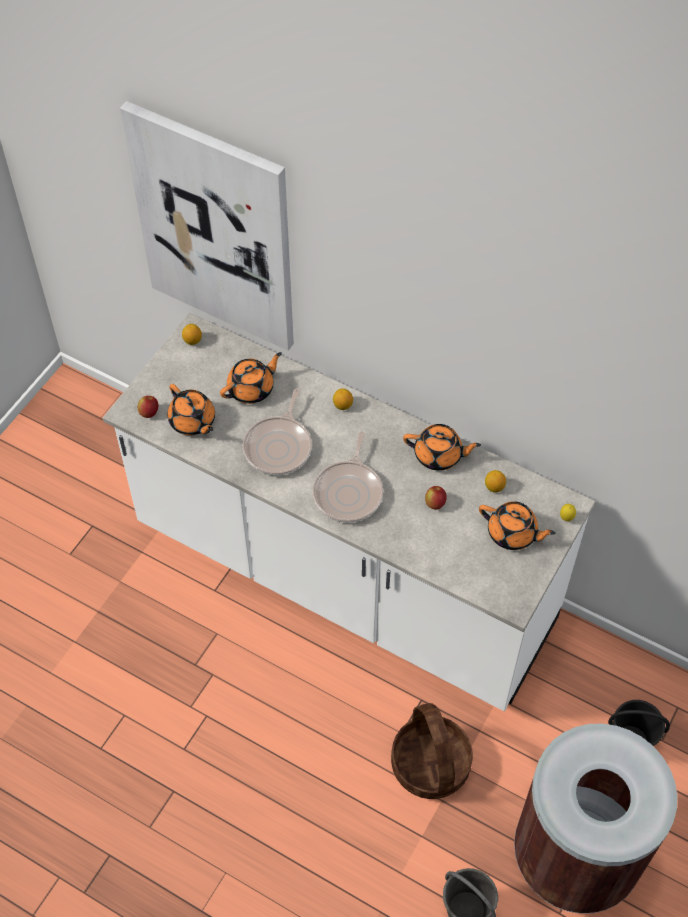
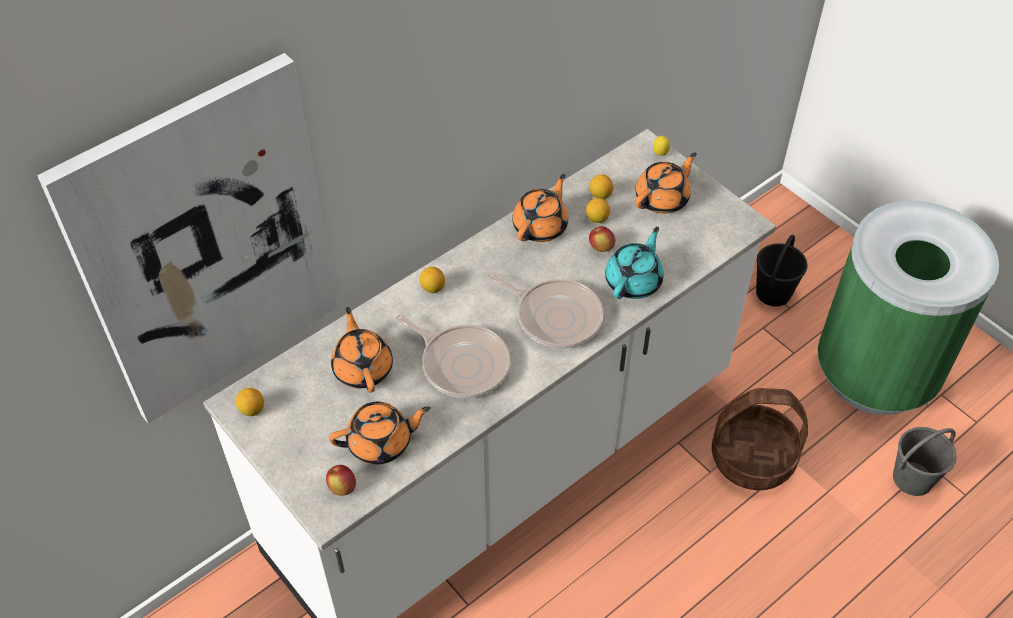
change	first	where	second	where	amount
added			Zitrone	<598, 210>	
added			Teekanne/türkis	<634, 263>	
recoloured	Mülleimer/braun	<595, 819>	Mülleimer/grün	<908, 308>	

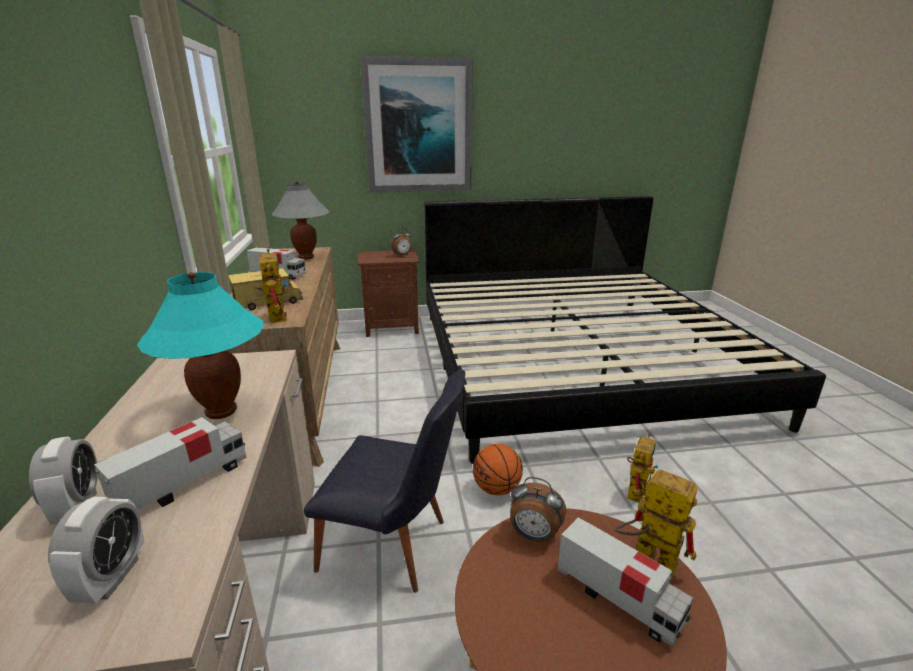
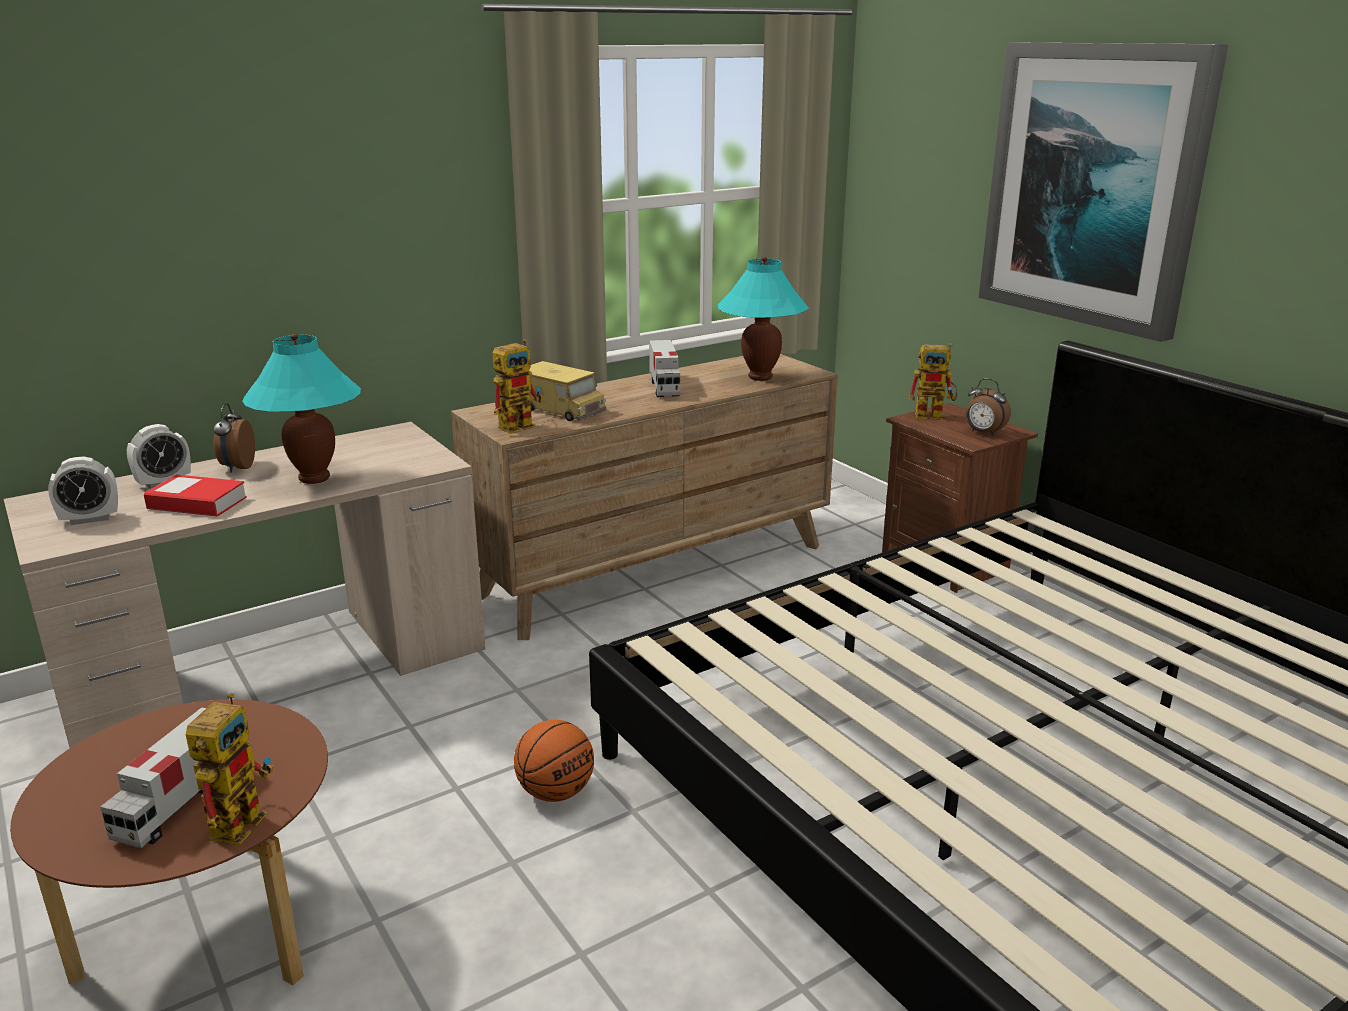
change	first	where	second	where	amount
replaced	Spielzeuglaster	<170, 463>	Buch	<195, 496>	
moved	Wecker	<538, 509>		<234, 438>	
recoloured	Tischlampe/grau	<300, 220>	Tischlampe/türkis	<763, 319>	
moved	Spielzeugroboter	<643, 468>		<933, 381>	
removed	Stuhl/schwarz	<384, 481>			

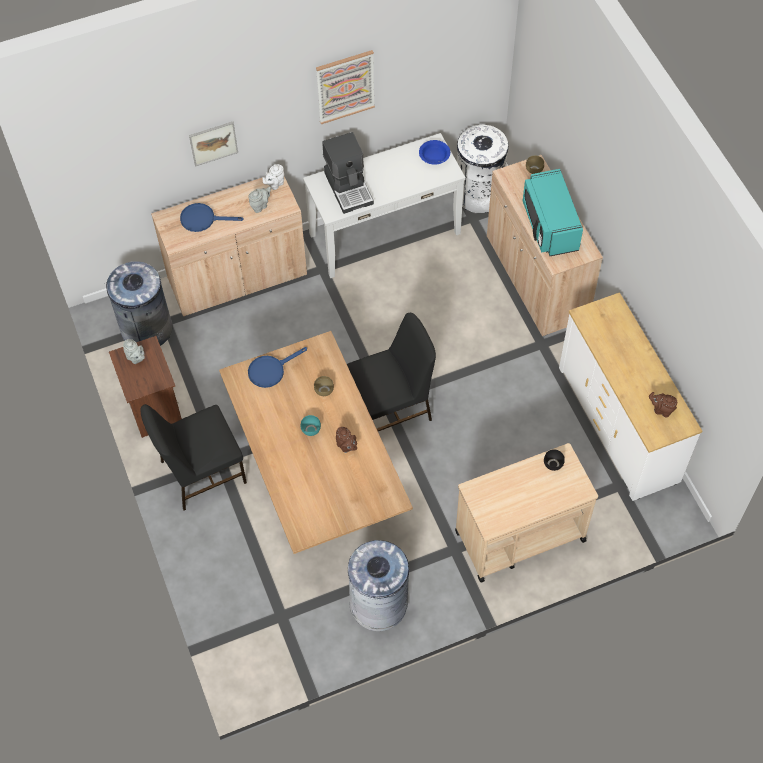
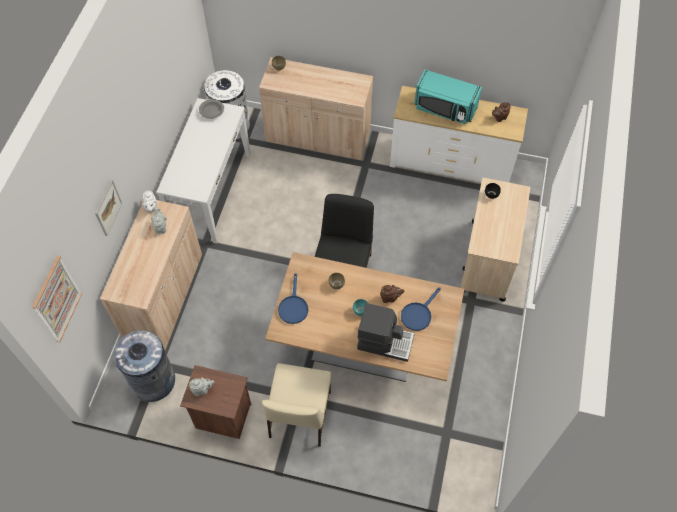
change	first	where	second	where	amount
moved	Bild	<345, 87>		<57, 298>	
recoloured	Schüssel/blau	<434, 152>	Schüssel/grau	<211, 109>	
recoloured	Stuhl/schwarz	<193, 457>	Stuhl/beige	<297, 405>	
moved	Kaffeemaschine	<348, 173>		<386, 332>	
moved	Pfanne/blau	<212, 217>		<421, 309>	
moved	Mikrowelle/türkis	<552, 212>		<448, 97>	
removed	Mülleimer/grau	<378, 585>			

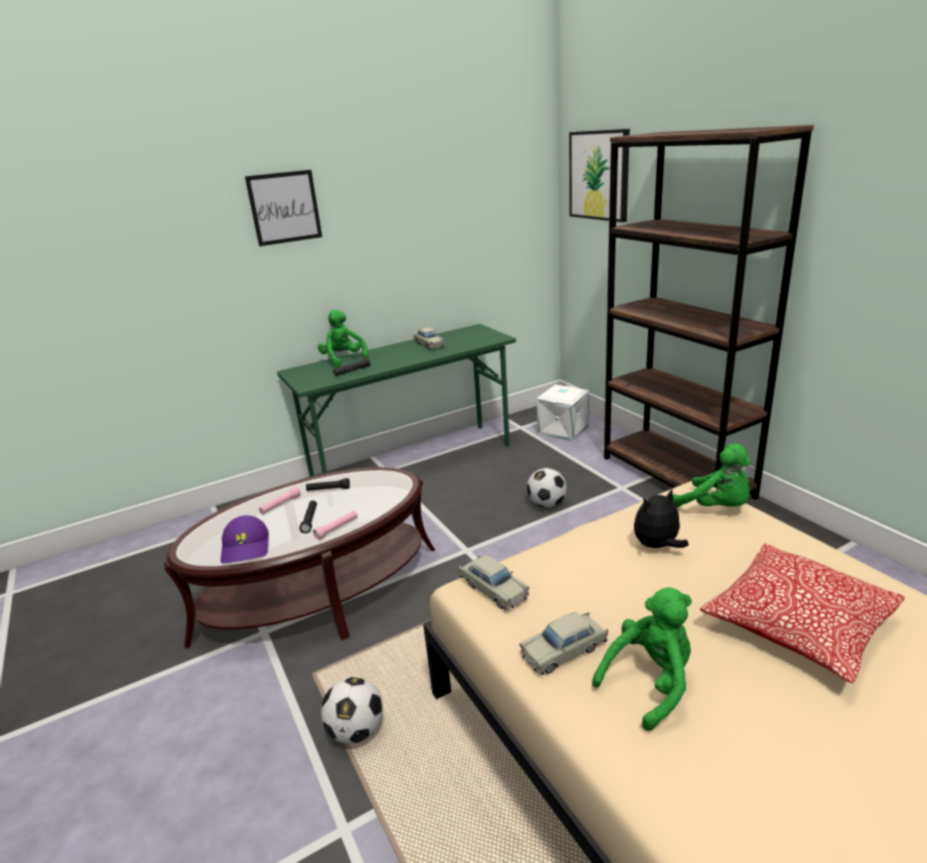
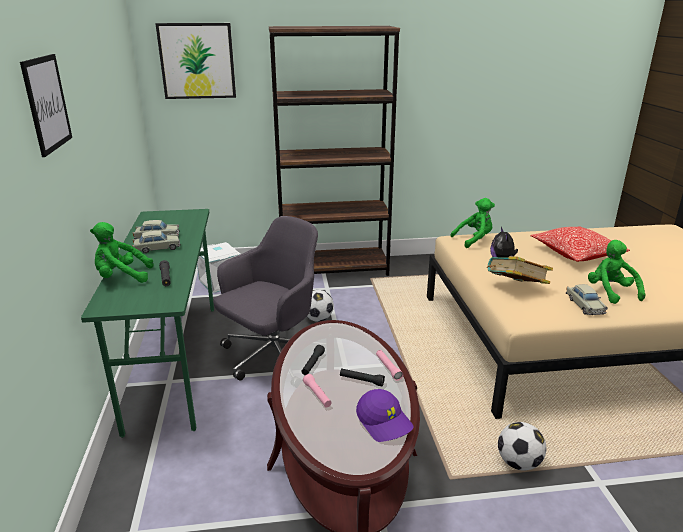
change	first	where	second	where	amount
moved	Spielzeugauto/beige	<494, 582>		<156, 242>	
added			Bürostuhl/grau	<265, 298>	
turned	Kappe/lila	<245, 539>		<385, 415>	45 degrees clockwise
added			Buch	<520, 270>	

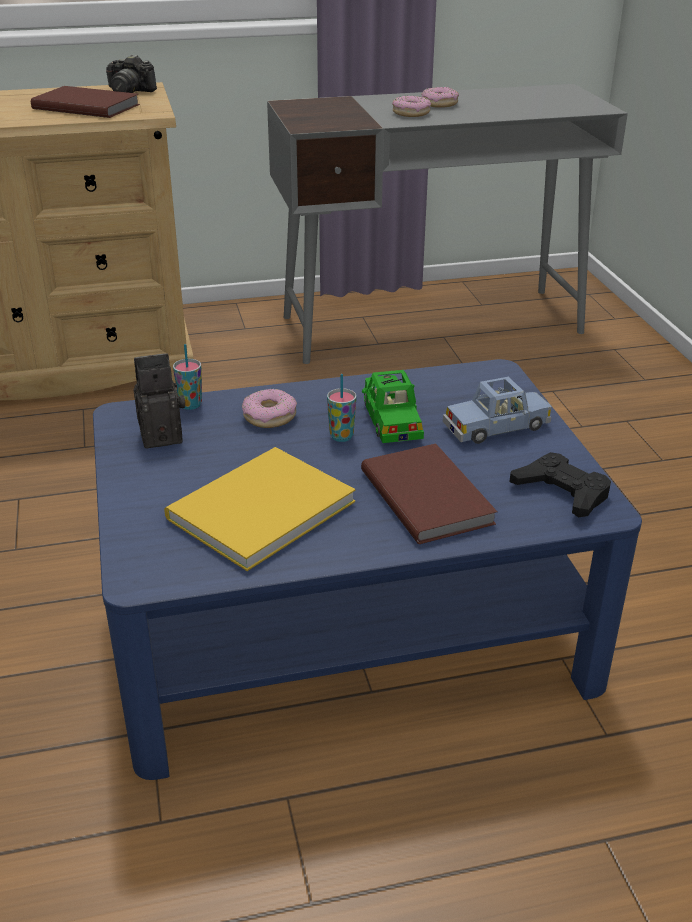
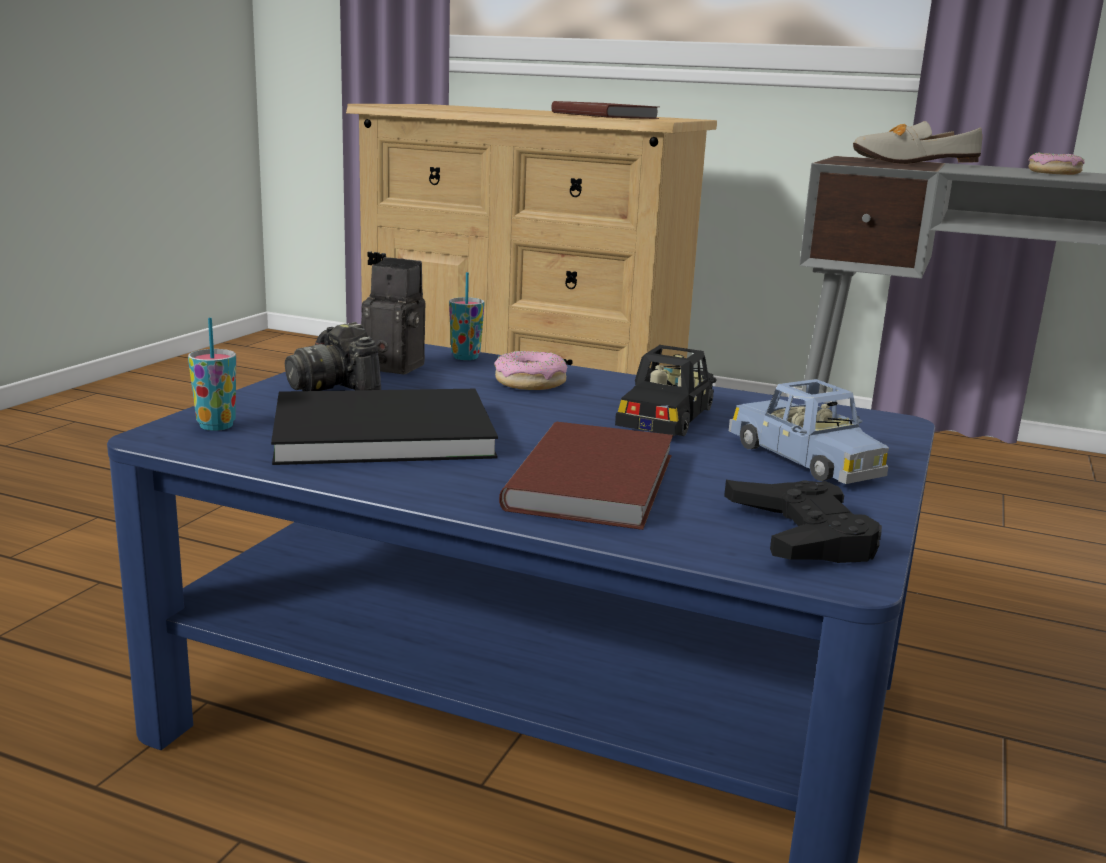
change	first	where	second	where	amount
moved	Tasse	<342, 408>		<212, 374>	
recoloured	Buch/gelb	<259, 509>	Buch/schwarz	<384, 427>	
moved	Kamera	<131, 74>		<333, 356>	
recoloured	Spielzeugauto/grün	<393, 406>	Spielzeugauto/schwarz	<666, 390>	
turned	Spielzeugauto/blau	<497, 410>		<809, 431>	45 degrees clockwise
added			Schuh	<917, 142>	
removed	Donut	<411, 106>			

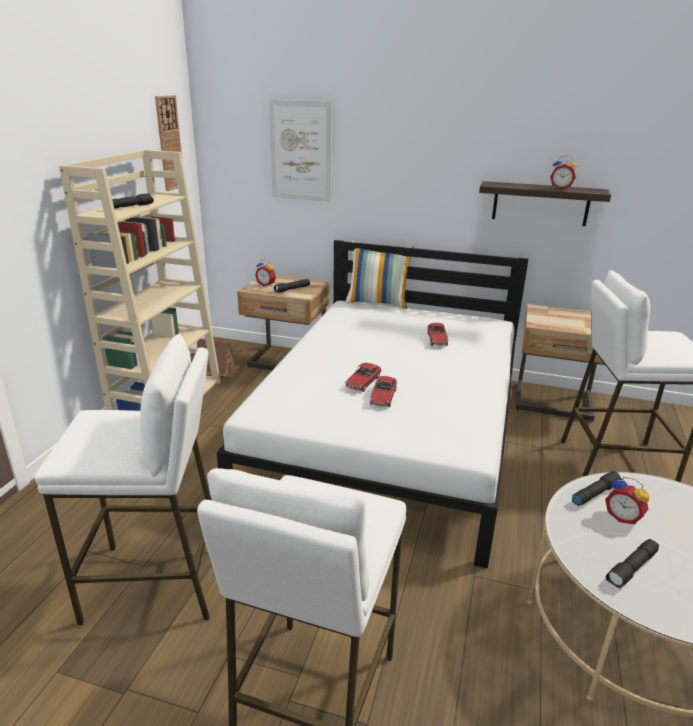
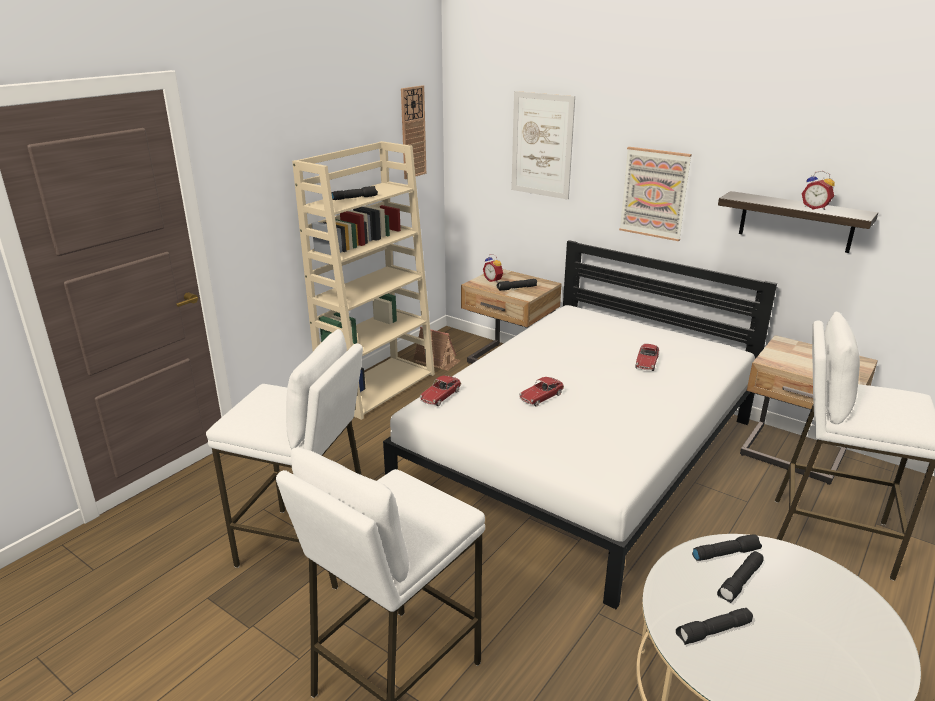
change	first	where	second	where	amount
moved	Spielzeugauto	<383, 391>		<440, 391>	
added			Bild	<655, 194>	
replaced	Wecker	<627, 501>	Taschenlampe/schwarz	<740, 577>	
removed	Kissen	<379, 275>			

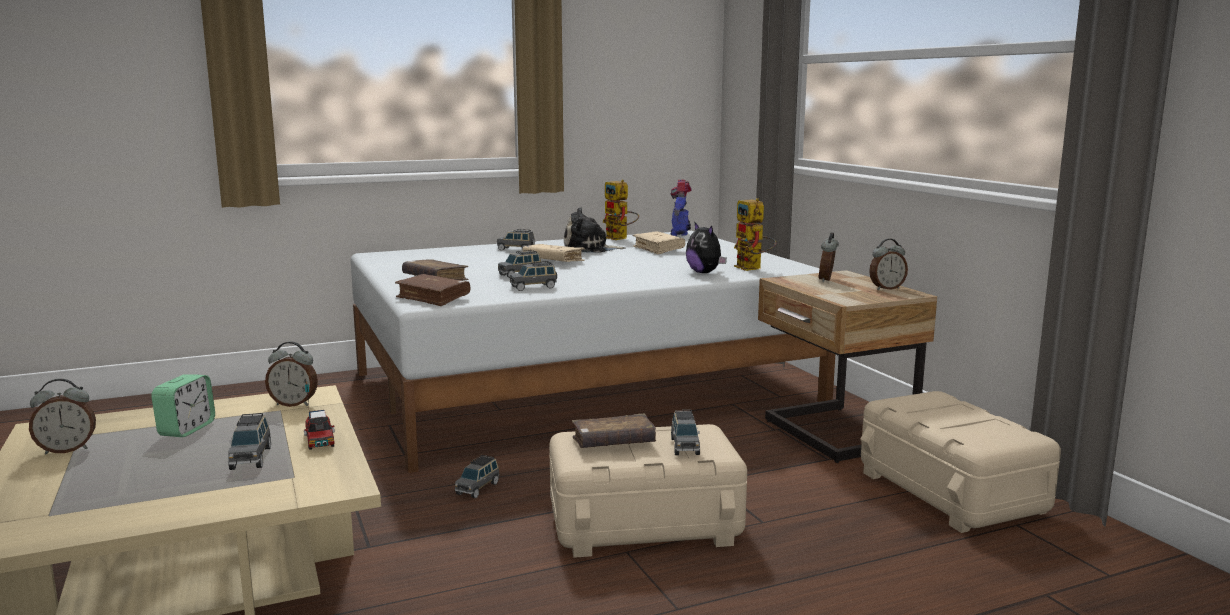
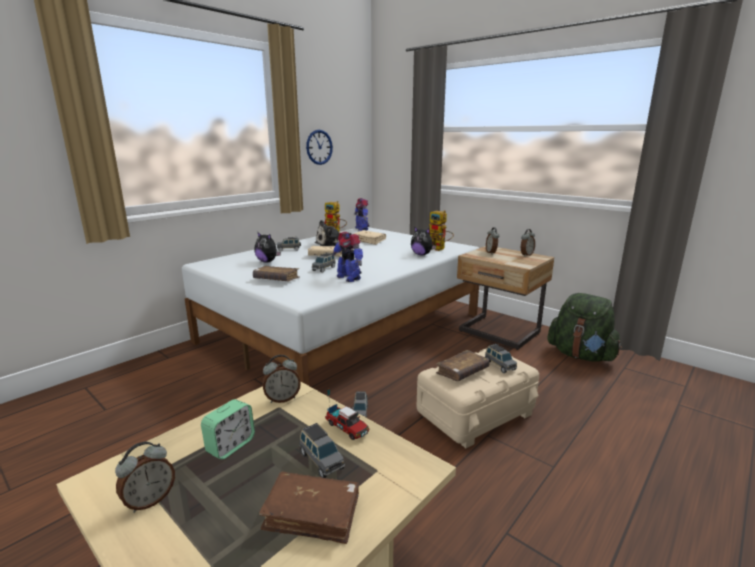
change	first	where	second	where	amount
turned	Wecker	<183, 405>		<228, 429>	45 degrees clockwise
added			Plüschtier	<267, 247>	
moved	Buch/braun	<432, 290>		<309, 507>	
added			Wanduhr	<319, 147>	
replaced	Spielzeugauto/grau	<533, 276>	Spielzeugroboter	<347, 257>	
replaced	Aufbewahrungsbox/beige	<961, 462>	Rucksack/grün	<584, 327>	

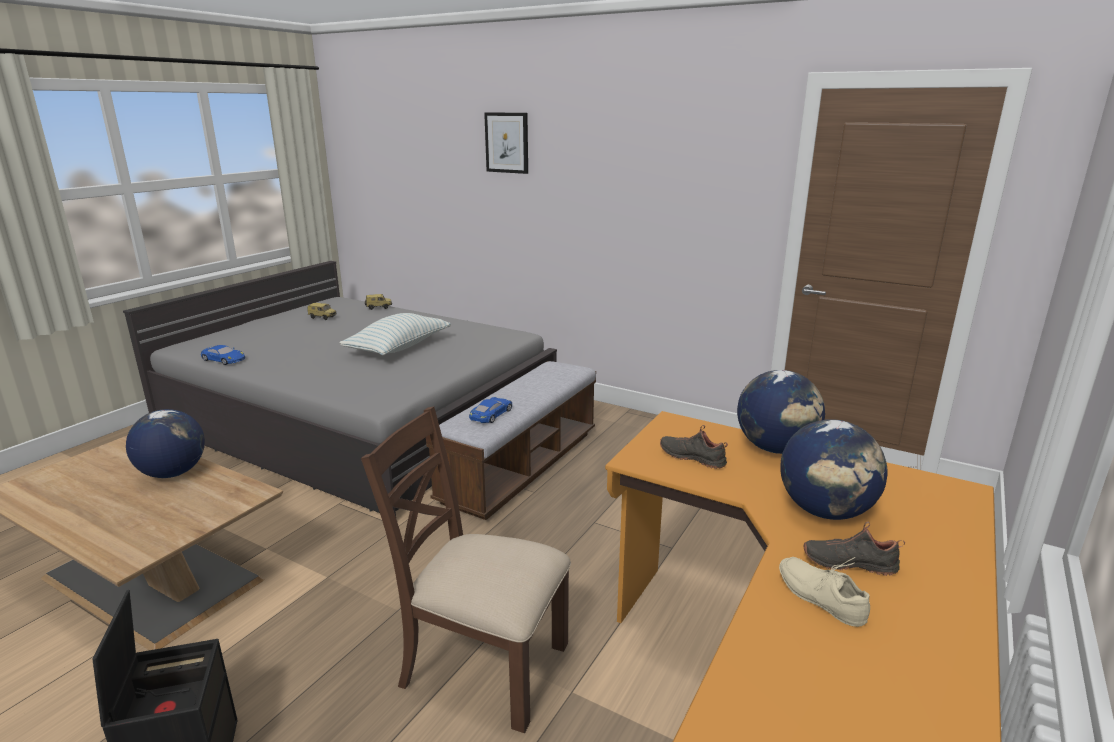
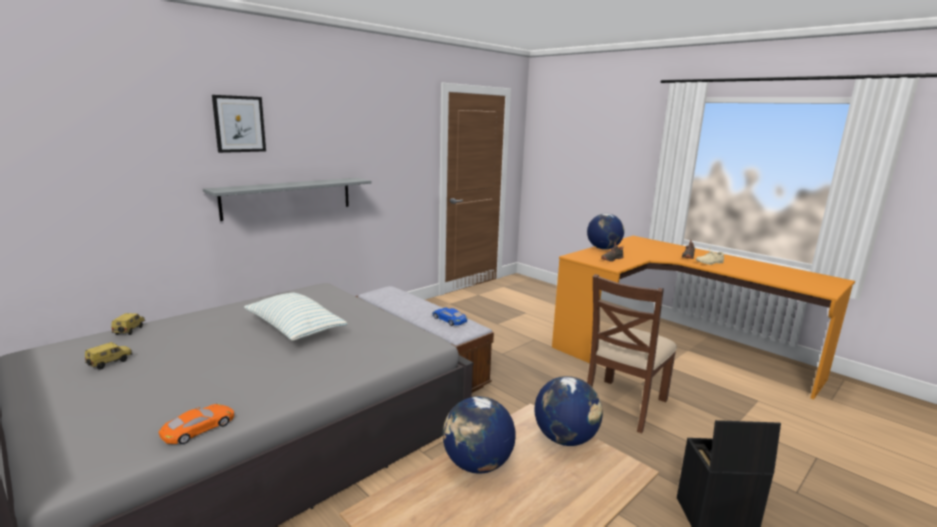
change	first	where	second	where	amount
recoloured	Spielzeugauto/blau	<223, 355>	Spielzeugauto/orange	<196, 424>	
added			Wandregal/grau	<287, 199>	
moved	Globus	<834, 469>		<568, 411>	

